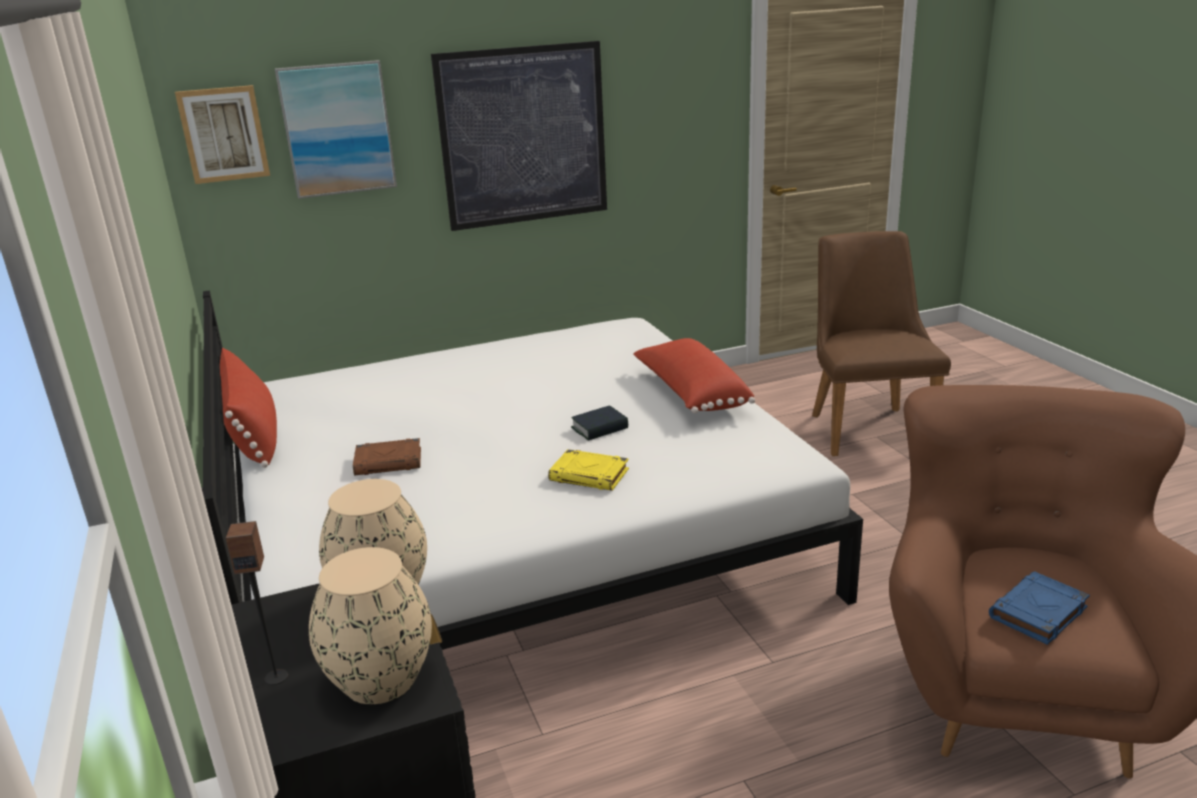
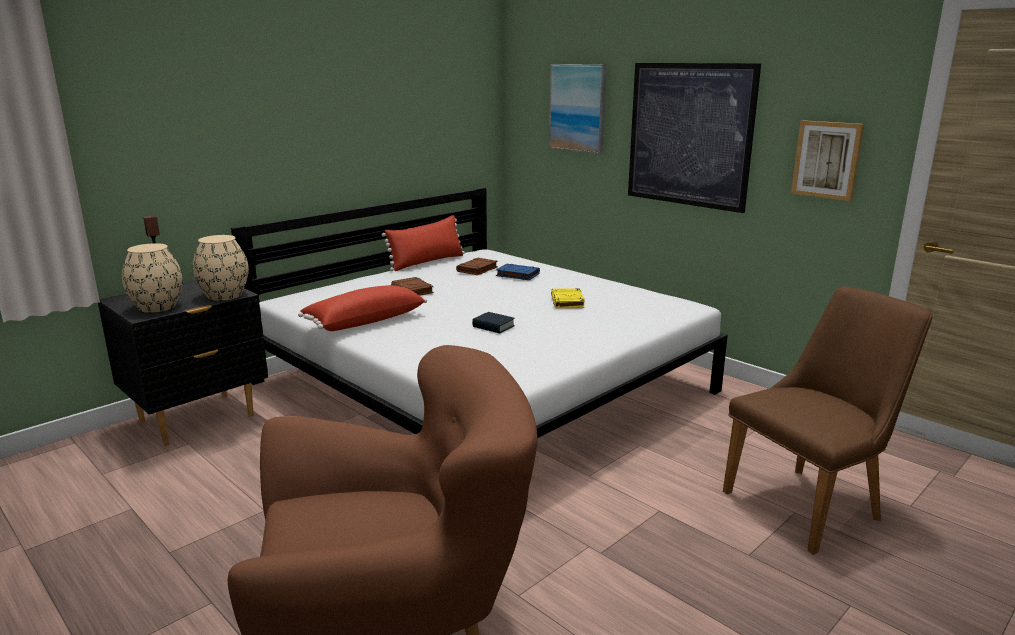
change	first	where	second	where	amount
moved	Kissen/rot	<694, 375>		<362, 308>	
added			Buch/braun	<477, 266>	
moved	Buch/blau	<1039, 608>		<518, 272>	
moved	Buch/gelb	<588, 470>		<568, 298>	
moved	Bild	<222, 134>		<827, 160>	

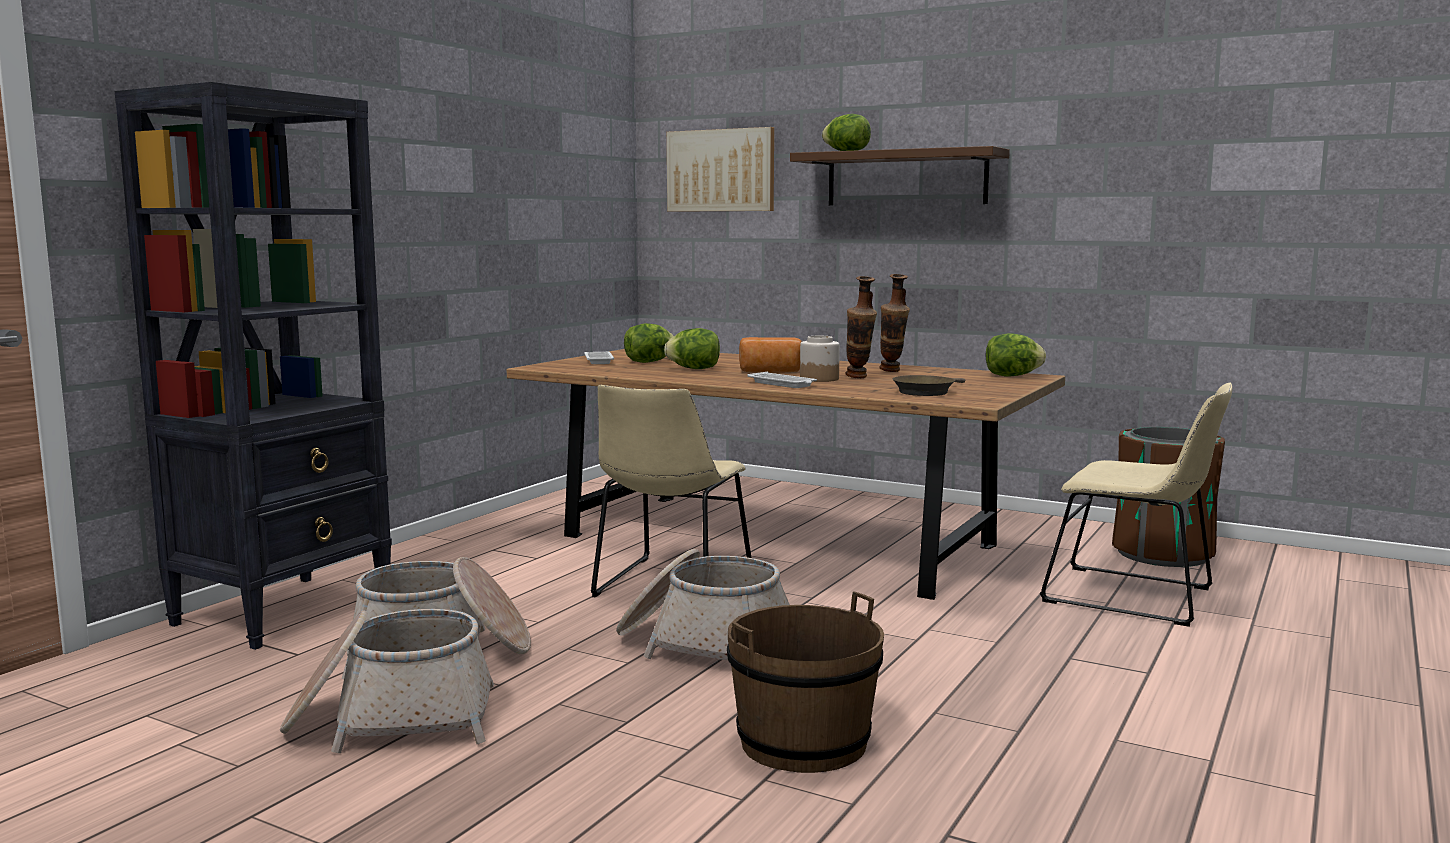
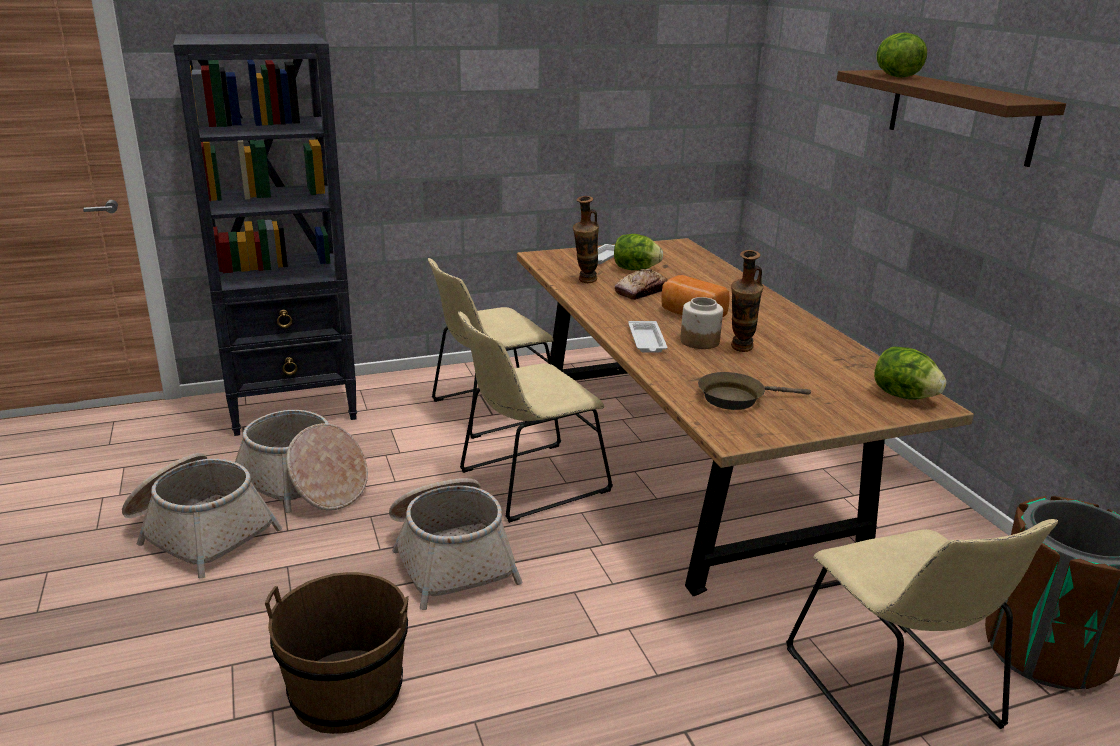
change	first	where	second	where	amount
added			Stuhl/beige	<491, 348>	
moved	Vase	<895, 323>		<586, 239>	
replaced	Salatkopf	<692, 348>	Brot	<641, 284>	
removed	Bild	<720, 169>			

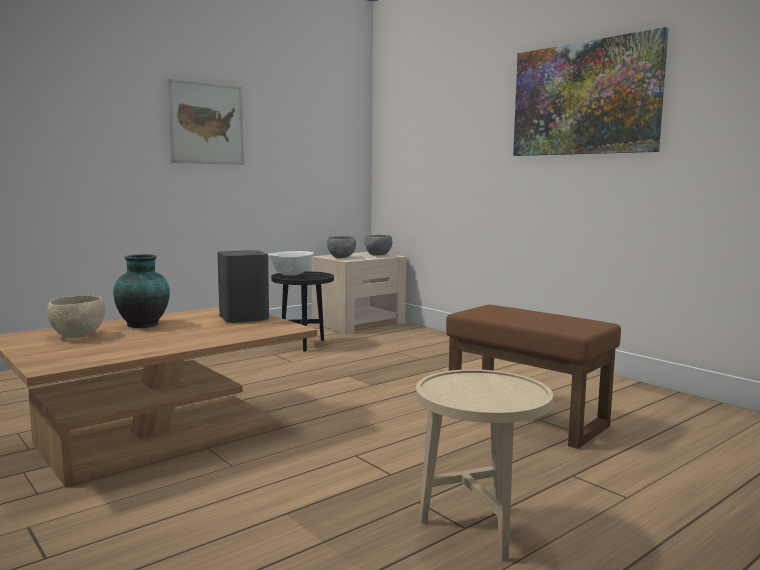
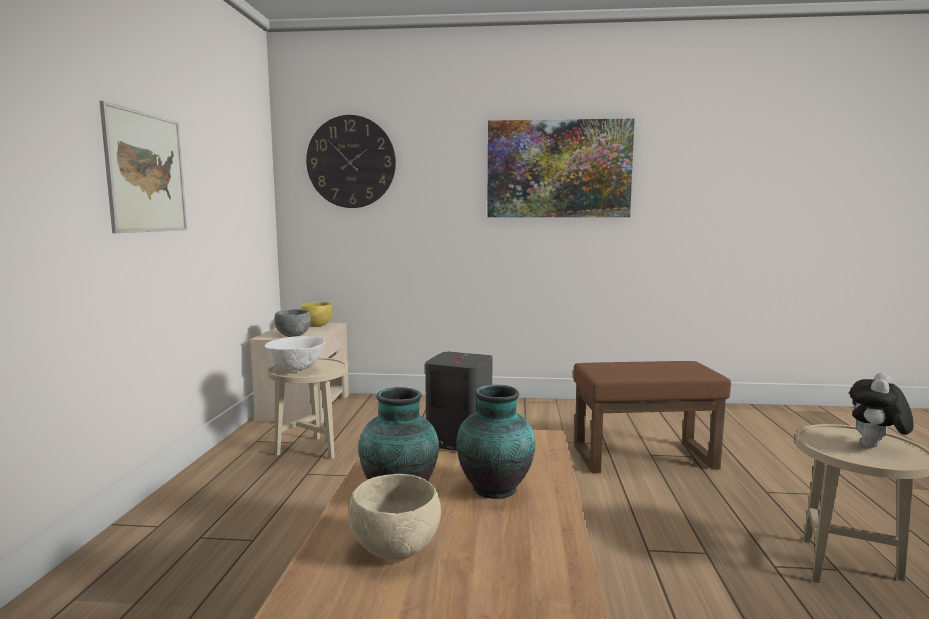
change	first	where	second	where	amount
recoloured	Beistelltisch/schwarz	<302, 311>	Beistelltisch/beige	<308, 408>	
recoloured	Schüssel/grau	<378, 245>	Schüssel/gelb	<317, 314>	
added			Wanduhr	<351, 161>	
added			Vase	<496, 442>	
added			Plüschtier	<882, 410>	

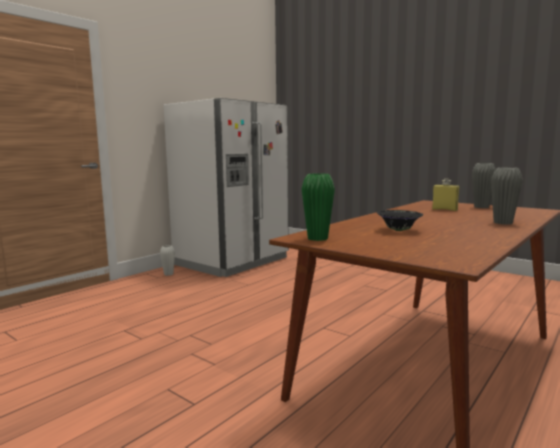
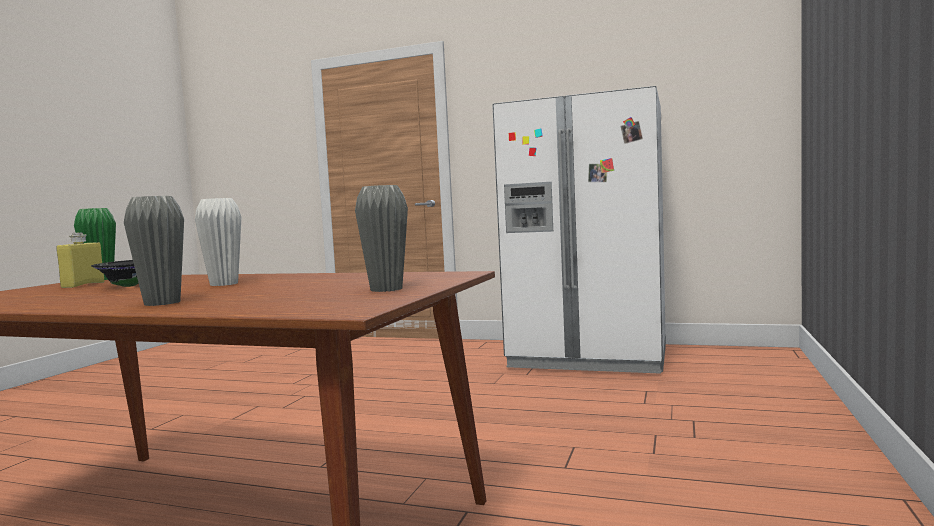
change	first	where	second	where	amount
moved	Flasche/gelb	<445, 195>		<80, 260>	
moved	Vase/weiß	<167, 260>		<218, 242>	

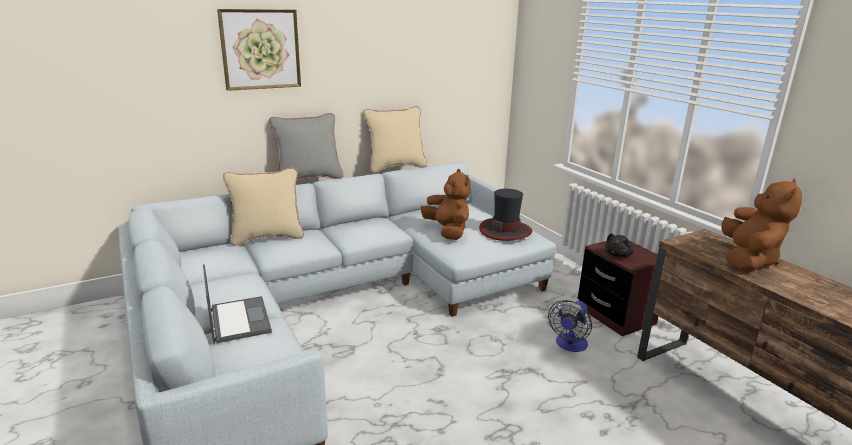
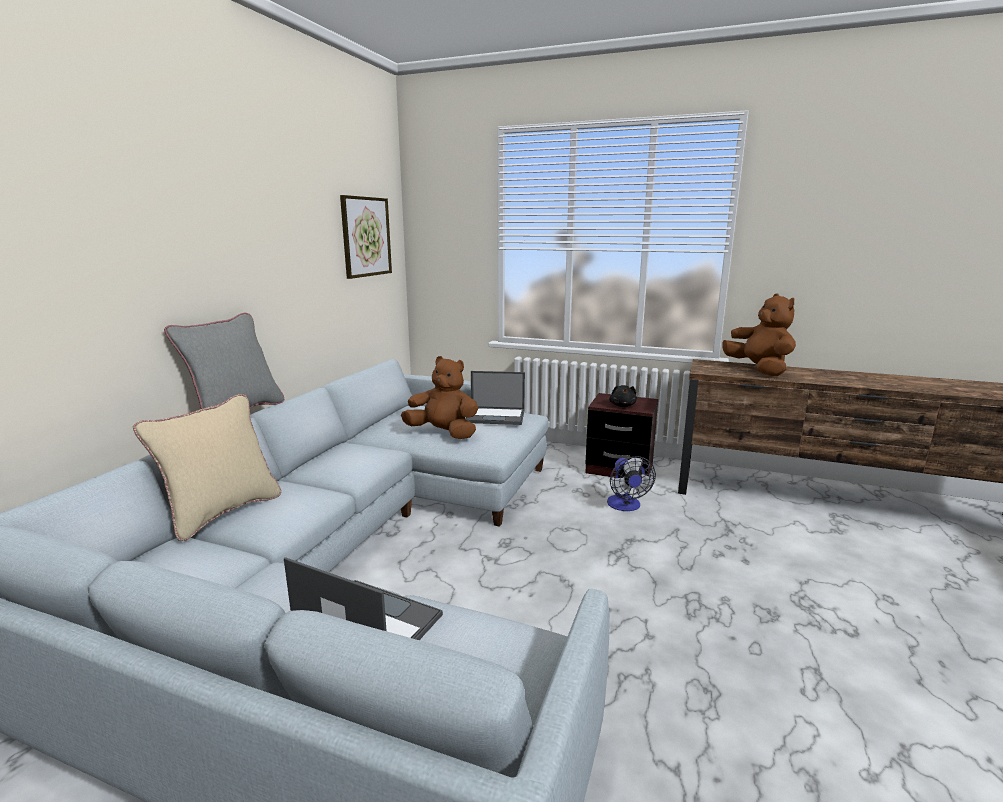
change	first	where	second	where	amount
moved	Bild	<259, 50>		<366, 237>	
replaced	Hut	<506, 215>	Laptop	<495, 398>	
removed	Kissen/beige	<395, 139>			

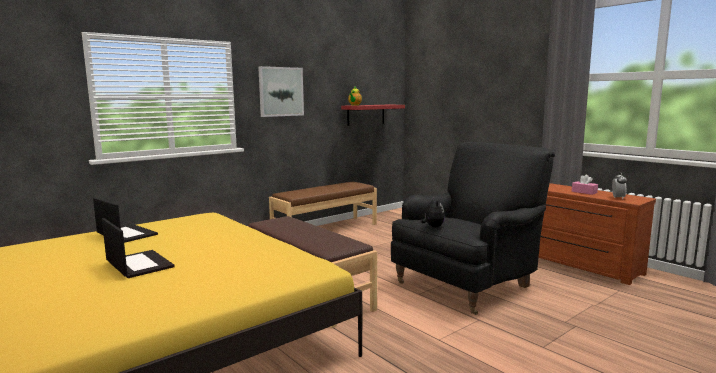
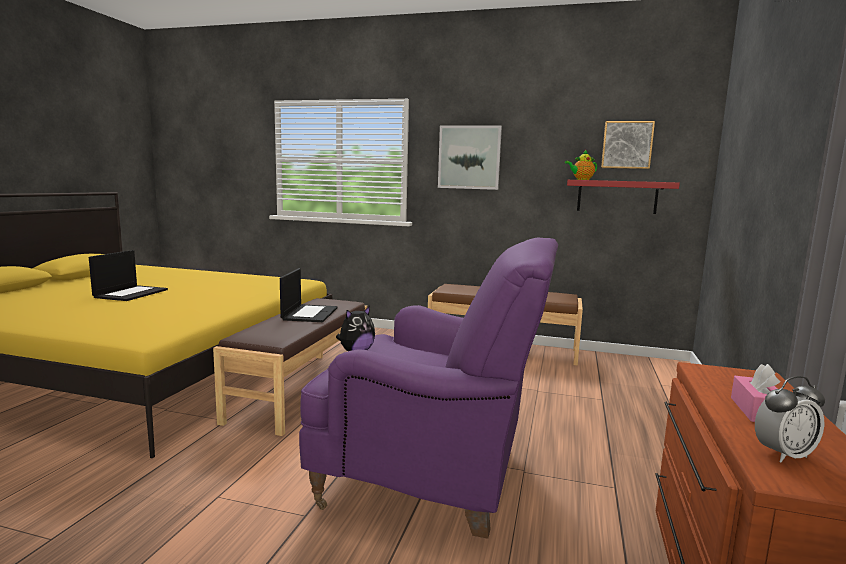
change	first	where	second	where	amount
moved	Laptop	<125, 220>		<309, 295>	
recoloured	Sessel/schwarz	<473, 228>	Sessel/lila	<428, 388>	
added			Bild	<628, 145>	

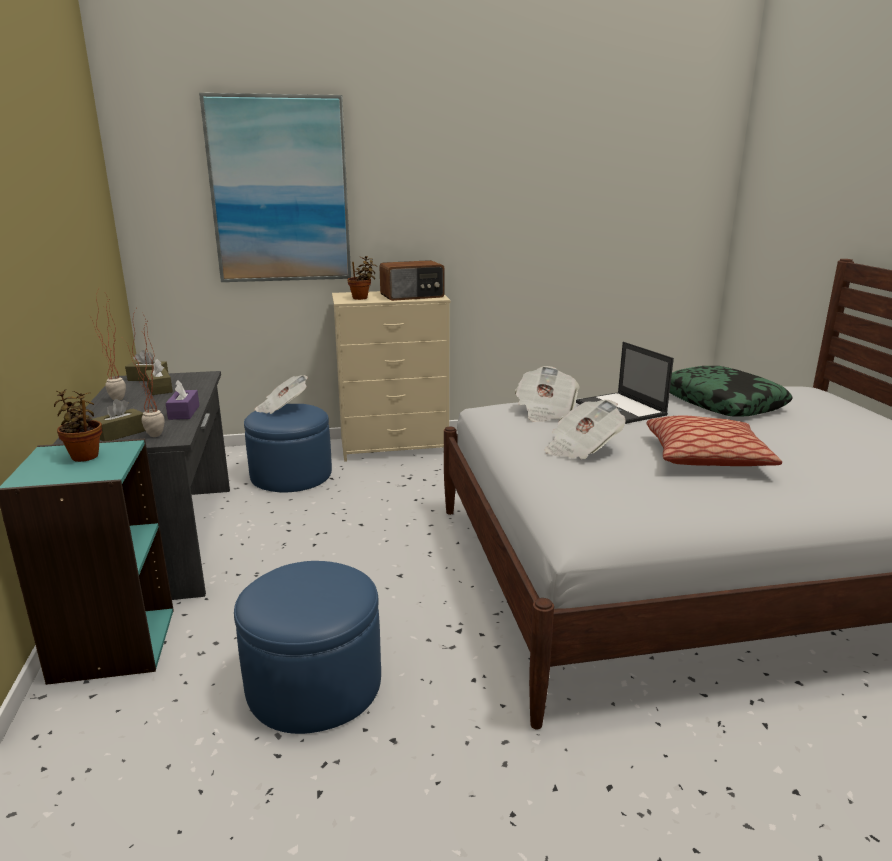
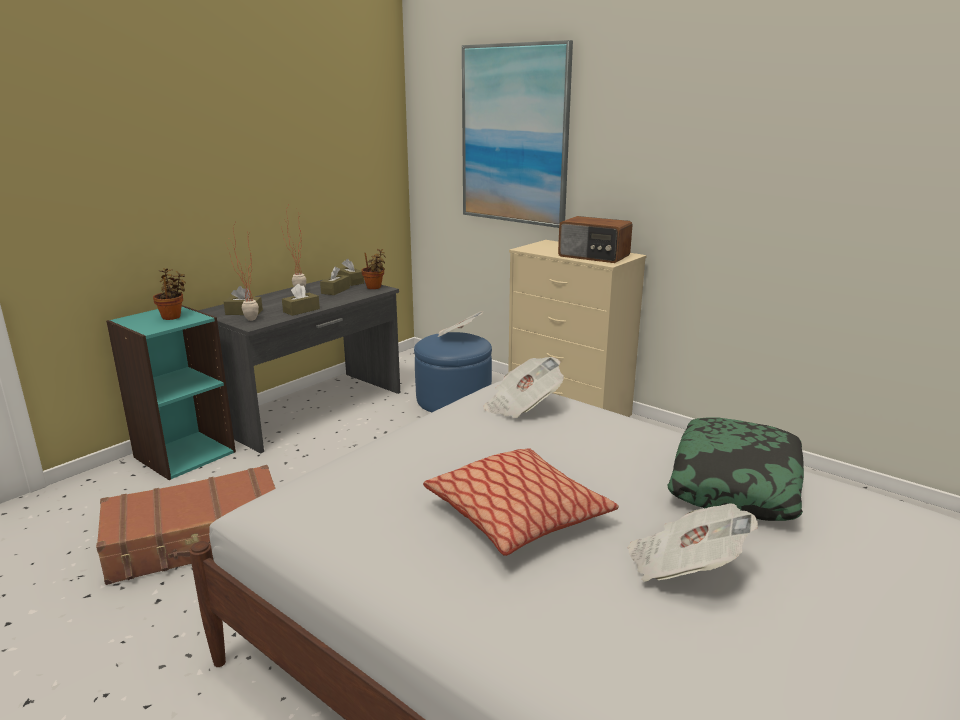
change	first	where	second	where	amount
replaced	Polsterhocker/blau	<307, 647>	Koffer/braun	<186, 525>	
recoloured	Taschentuchbox/lila	<183, 400>	Taschentuchbox/braun	<301, 300>	
moved	Topfpflanze	<361, 278>		<373, 269>	
moved	Zeitung	<585, 429>		<692, 543>	
removed	Laptop	<625, 383>			

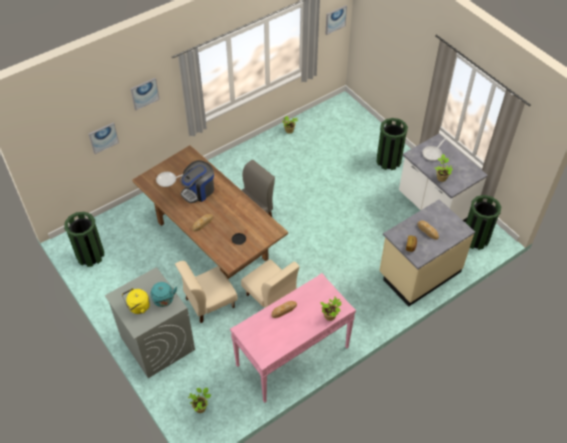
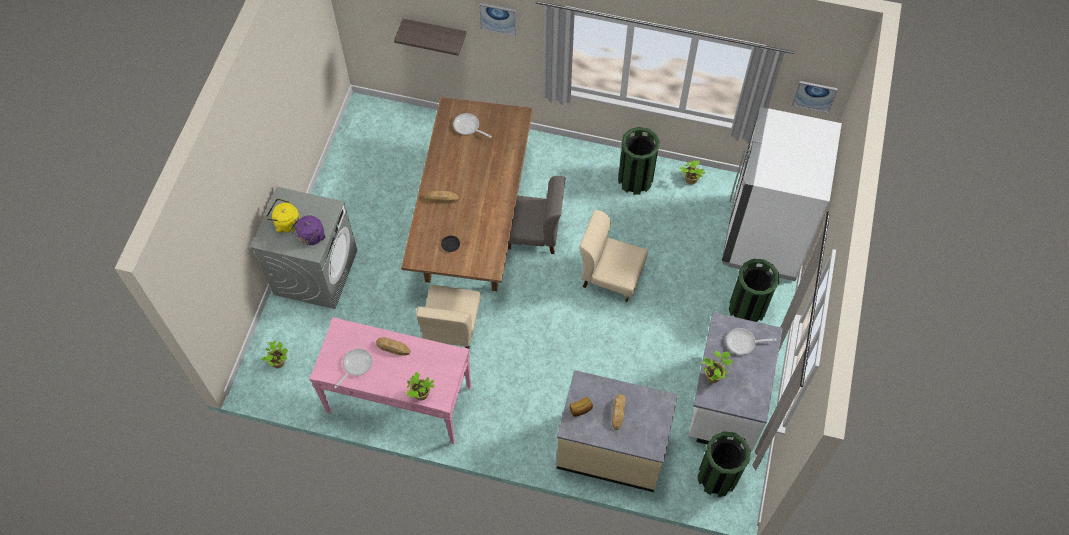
change	first	where	second	where	amount
recoloured	Wasserkessel/türkis	<164, 294>	Wasserkessel/lila	<307, 230>	
added			Pfanne	<353, 368>	
replaced	Bild	<104, 138>	Wandregal	<430, 37>	
moved	Stuhl/beige	<206, 292>		<613, 256>	
moved	Mülleimer/grün	<84, 239>		<639, 161>	
added			Kühlschrank/weiß	<782, 194>	
removed	Kaffeemaschine	<197, 181>			

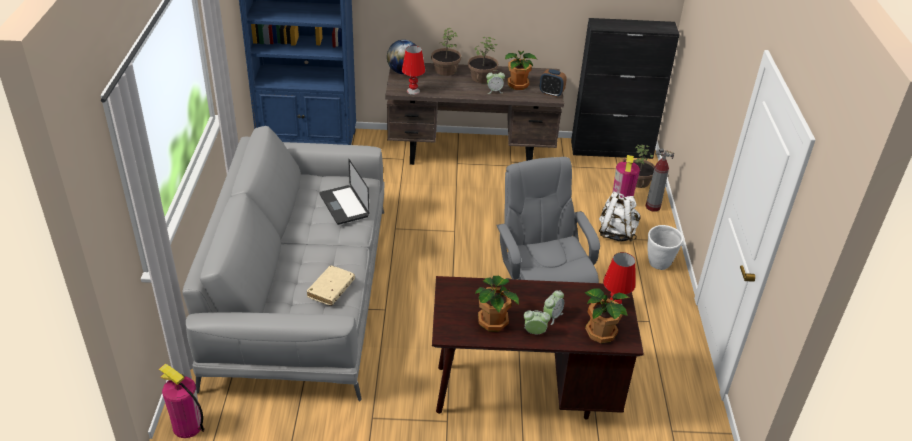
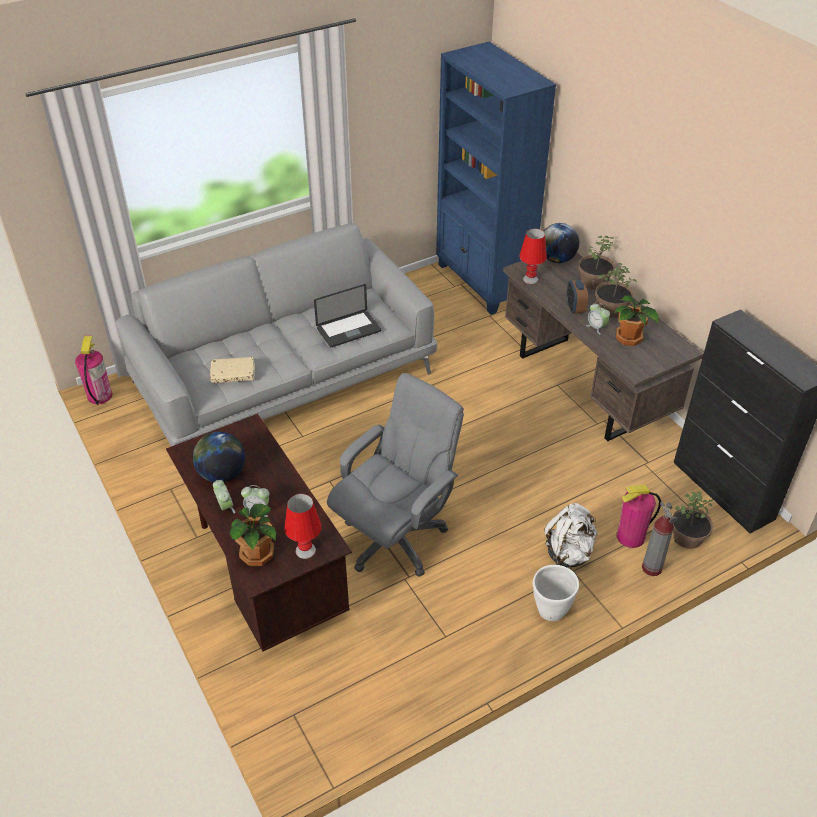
change	first	where	second	where	amount
replaced	Topfpflanze	<497, 303>	Globus	<219, 457>	
turned	Laptop	<344, 192>		<347, 315>	150 degrees counterclockwise
moved	Wecker	<553, 83>		<577, 297>	

